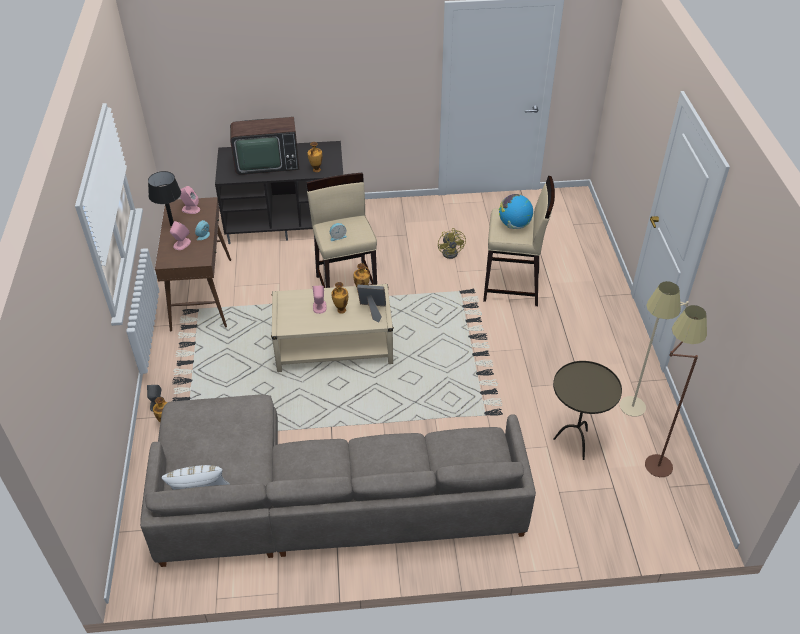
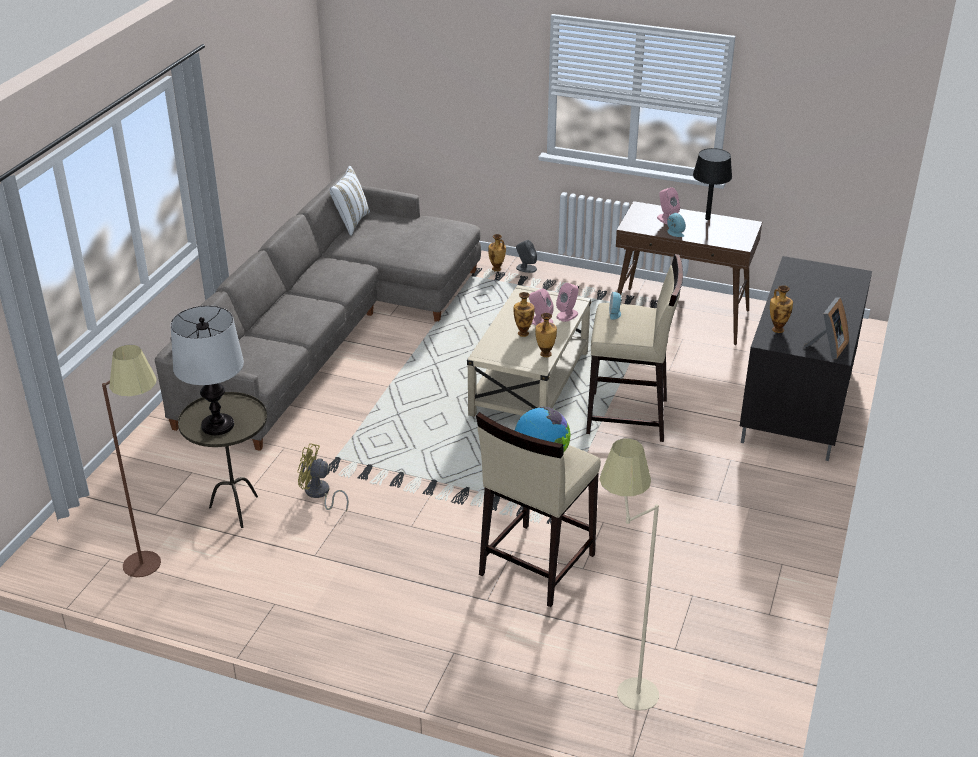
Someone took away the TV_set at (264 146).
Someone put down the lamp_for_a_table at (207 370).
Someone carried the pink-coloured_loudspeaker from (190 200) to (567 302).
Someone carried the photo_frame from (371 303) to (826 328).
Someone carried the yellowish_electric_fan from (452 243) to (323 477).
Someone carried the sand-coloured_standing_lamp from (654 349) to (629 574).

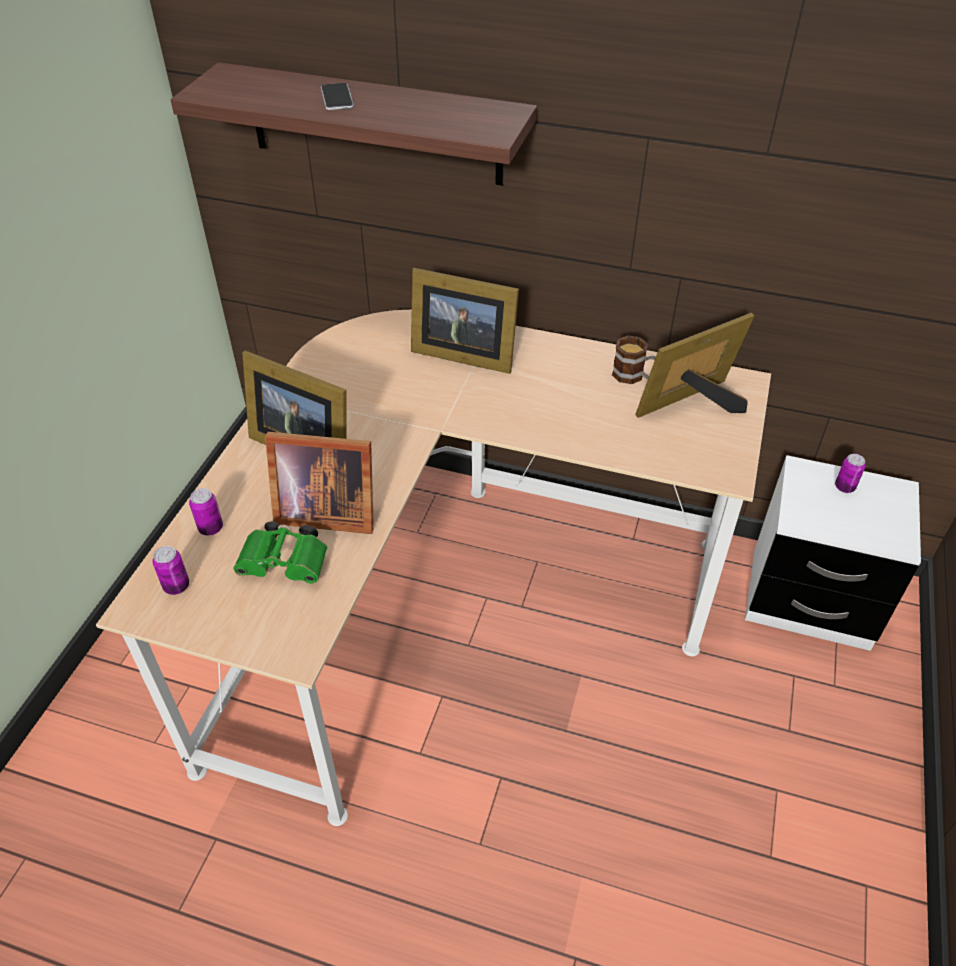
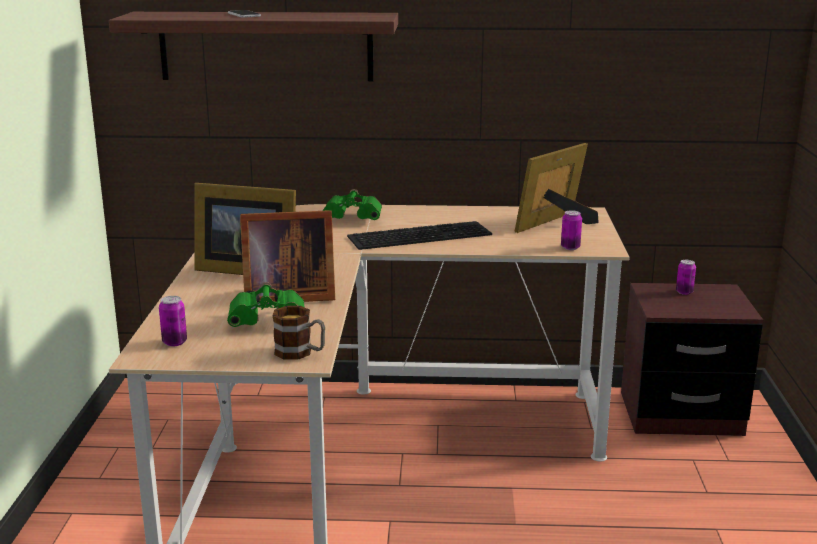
Someone put down the computer_keyboard at (419 235).
Someone carried the metal_can from (206 512) to (571 230).
Someone carried the tea_mug from (634 359) to (298 333).
Someone swapped the photo_frame at (465 321) for the green_pair_of_binoculars at (352 204).
Someone repainted the whitish_nightstand at (833 553), which became the brownish_nightstand at (692 359).

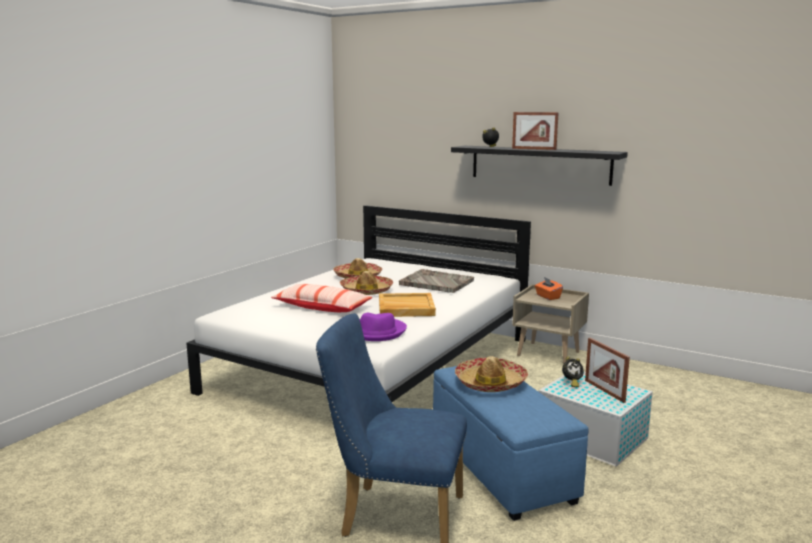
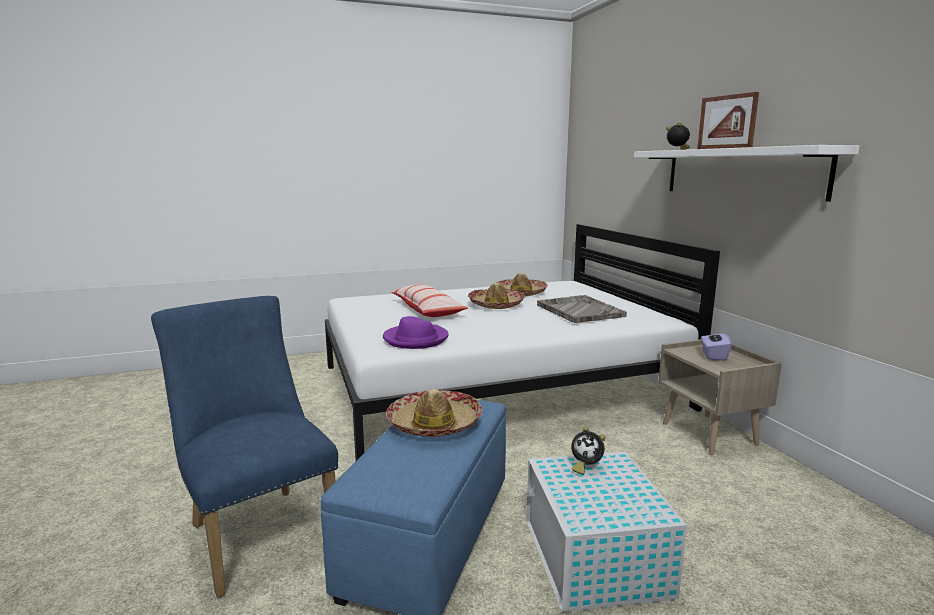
Someone took away the sand-coloured_tray at (407 305).
Someone took away the photo_frame at (607 370).
Someone repainted the blackish_wall_shelf at (539 166), which became the whitish_wall_shelf at (746 173).
Someone repainted the orange_box_of_tissues at (549 288), which became the purple_box_of_tissues at (716 344).

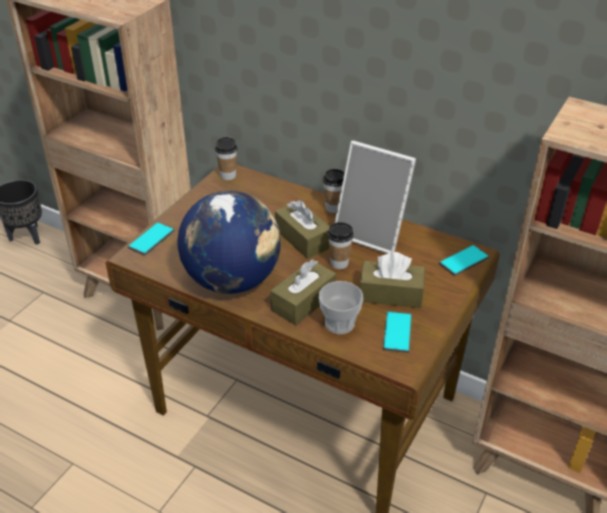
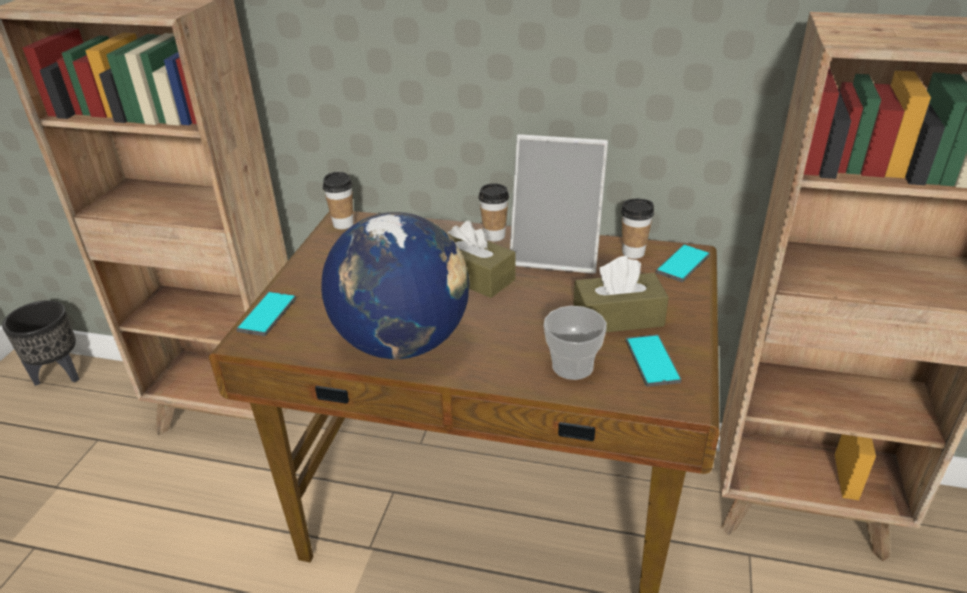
Someone took away the brownish_box_of_tissues at (303 292).
Someone carried the cup from (341 245) to (637 229).

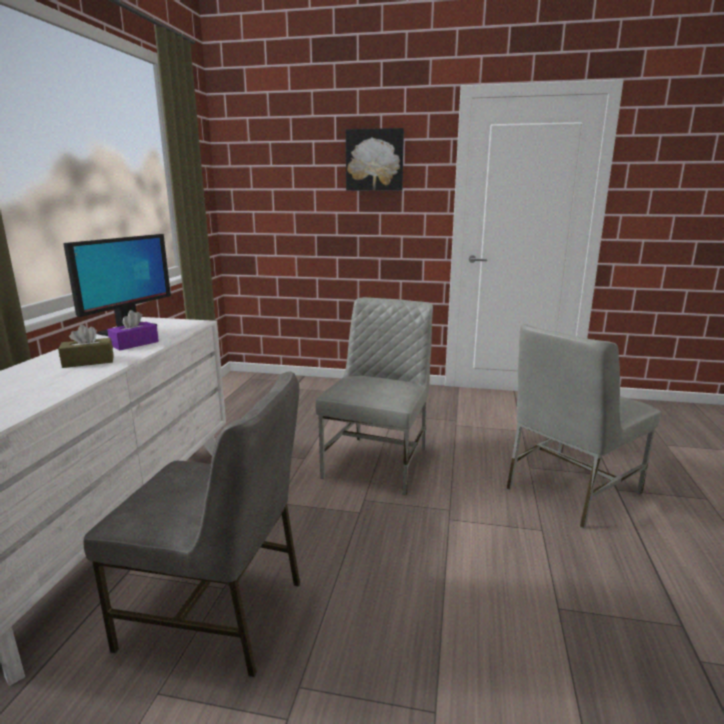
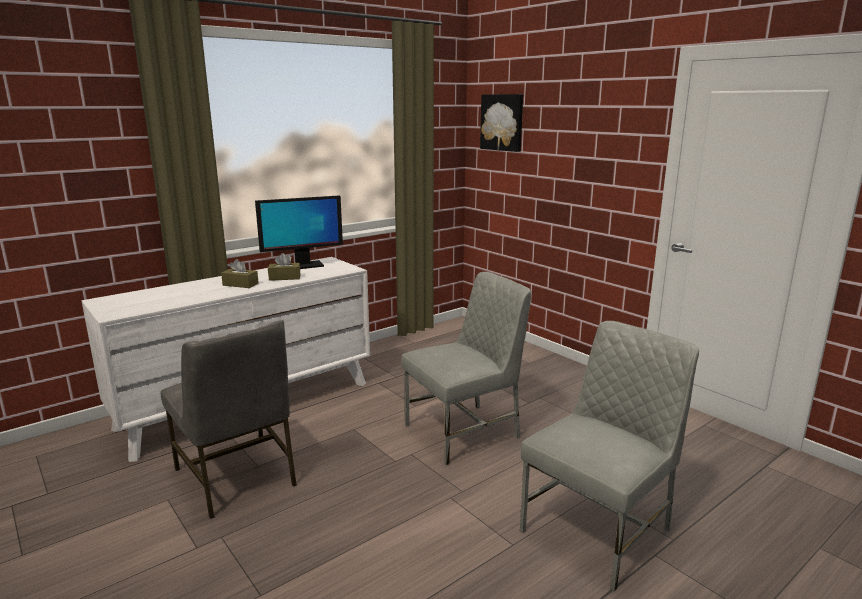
Someone carried the picture from (375 159) to (501 123).
Someone repainted the purple_box_of_tissues at (133 330), which became the brownish_box_of_tissues at (284 267).
Someone rotated the gray_upright_chair at (583 426) by 135 degrees clockwise.

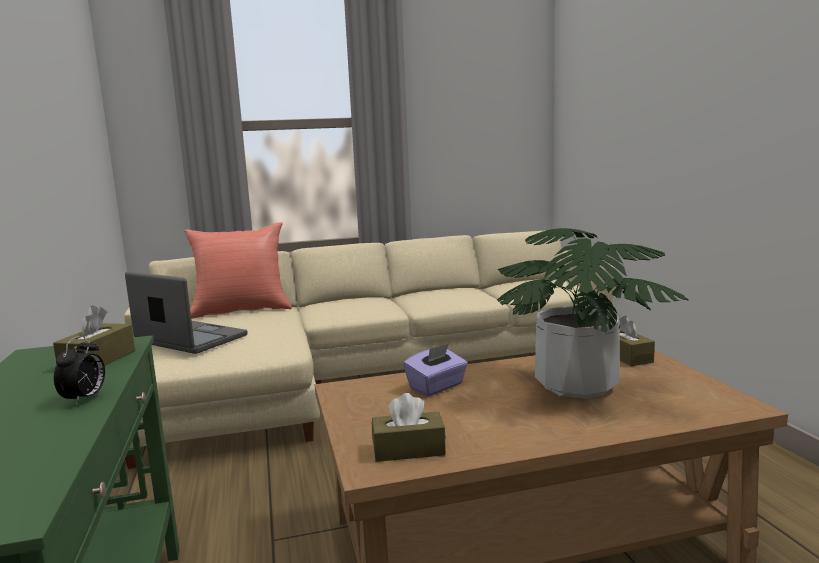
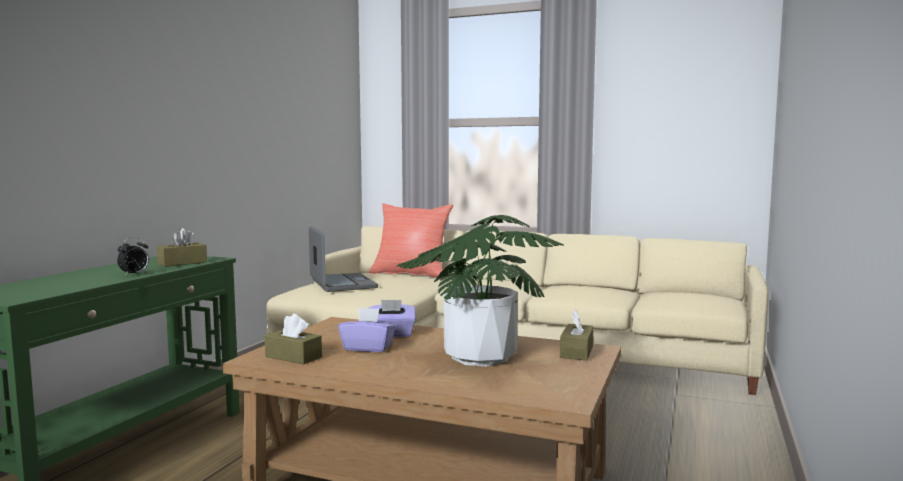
Someone put down the purple_box_of_tissues at (367 330).

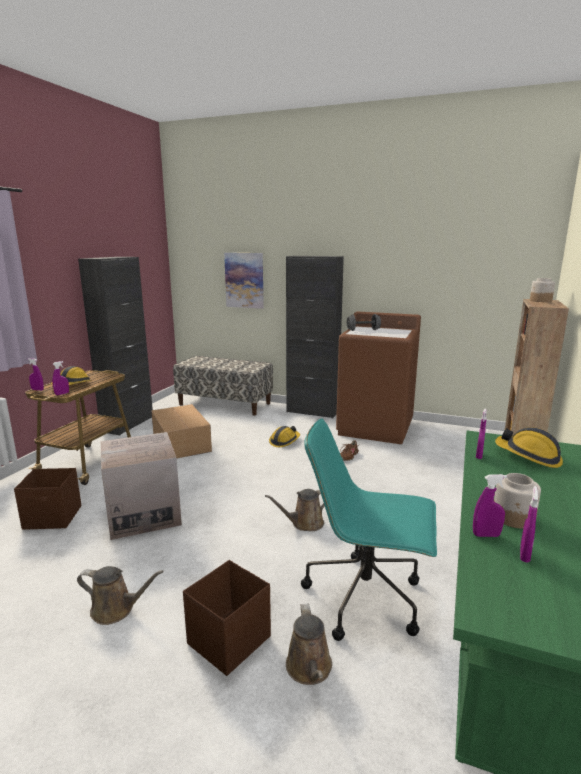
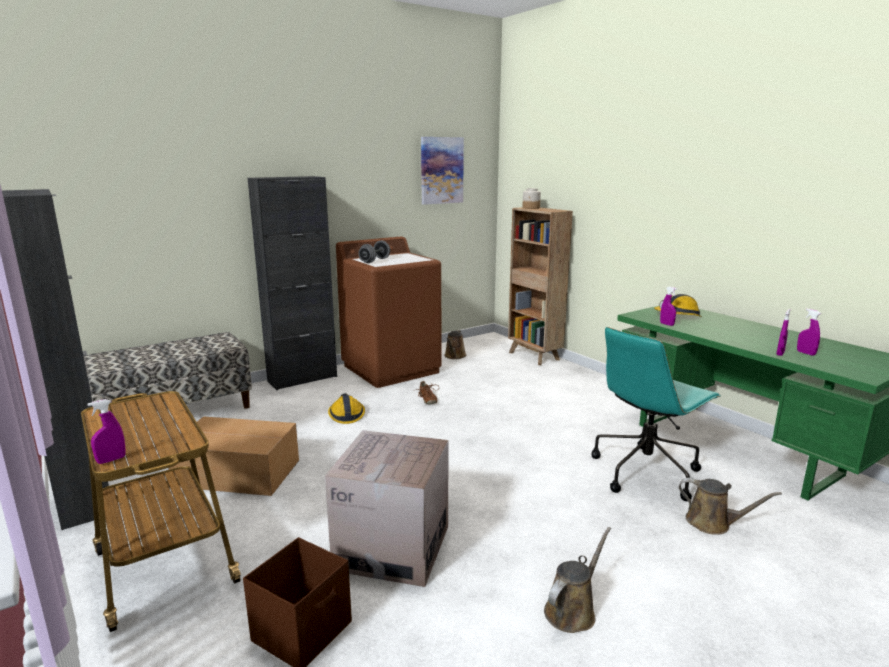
Someone took away the hard_hat at (71 375).
Someone took away the purple_spray_bottle at (60 378).
Someone took away the brownish_storage_container at (227 618).
Someone took away the jar at (517 501).
Someone carried the picture from (244 281) to (442 171).
Someone carried the brownish_watering_can from (295 510) to (455 344).

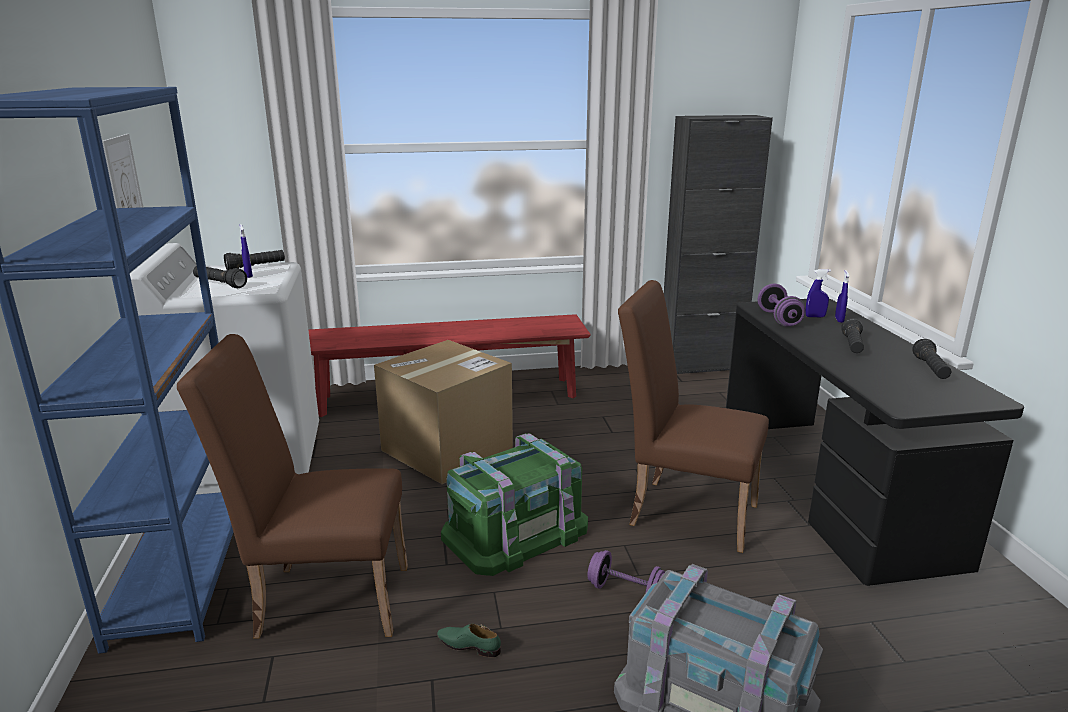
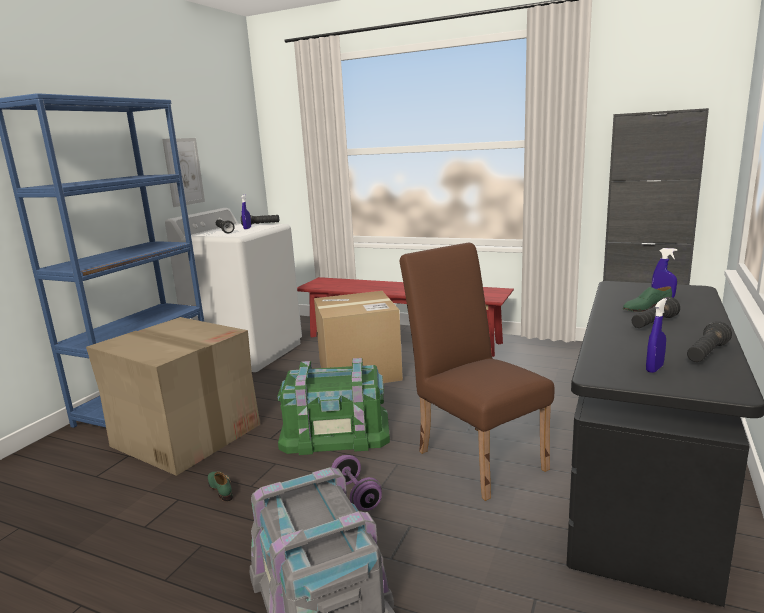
Someone took away the purple_dumbbell at (781 305).
Someone put down the green_low_shoe at (647 299).
Someone carried the bluish_spray_bottle from (842 296) to (656 335).
Someone swapped the brownish_upright_chair at (292 486) for the carton at (173 396).

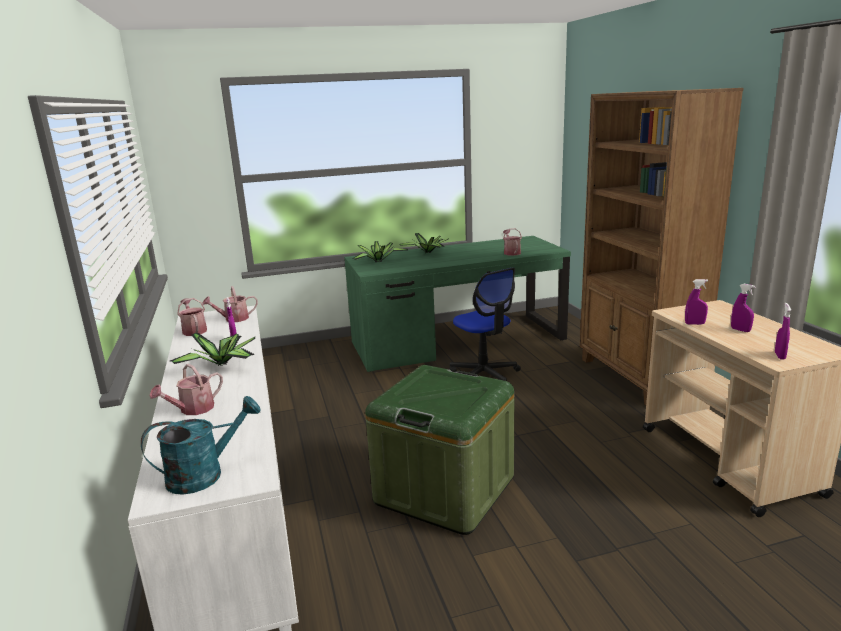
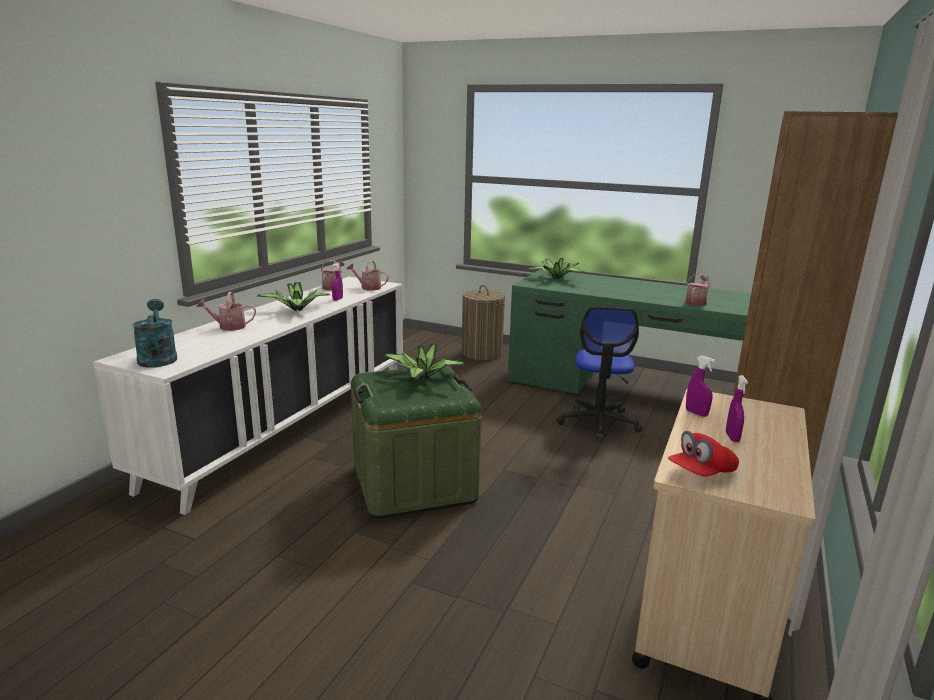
Someone put down the hamper at (483 322).
Someone carried the houseplant from (424 243) to (424 362).
Someone swapped the purple_spray_bottle at (783 331) for the red_cap at (703 453).
Someone rotated the turquoise_watering_can at (201 445) by 120 degrees counterclockwise.

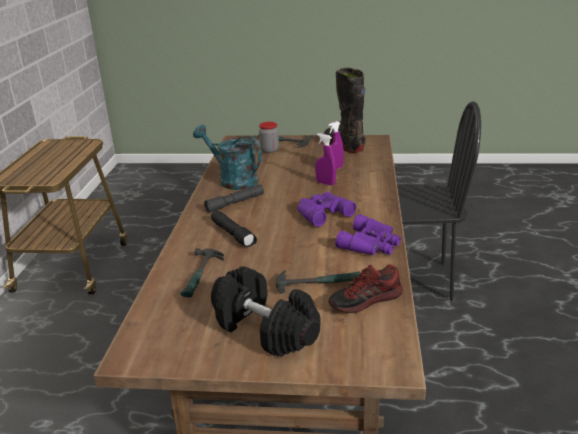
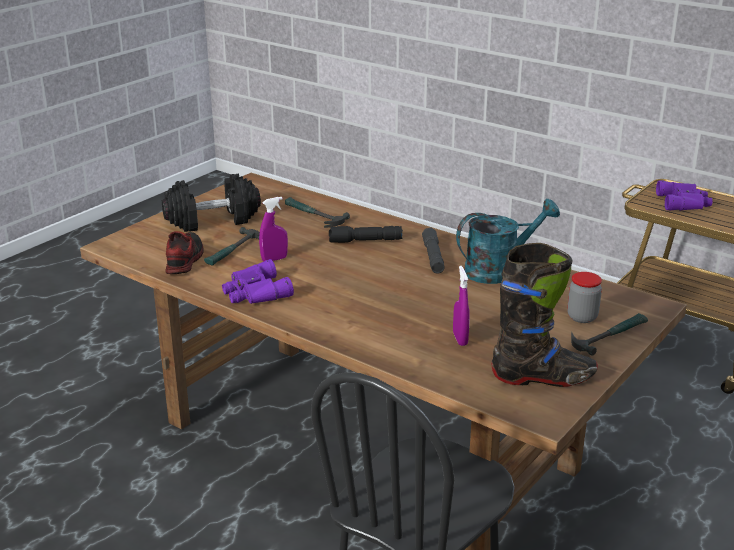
Someone carried the purple_pair_of_binoculars from (326 209) to (684 195).
Someone carried the purple_spray_bottle from (325 159) to (273 229).

